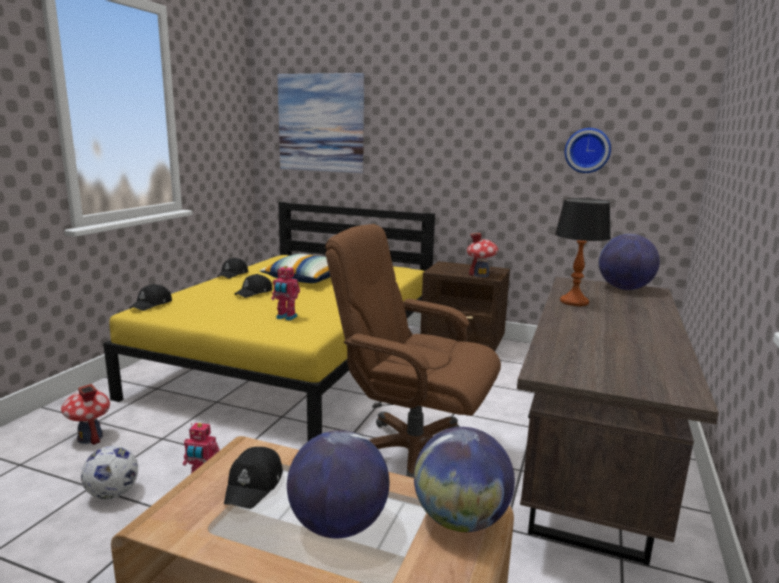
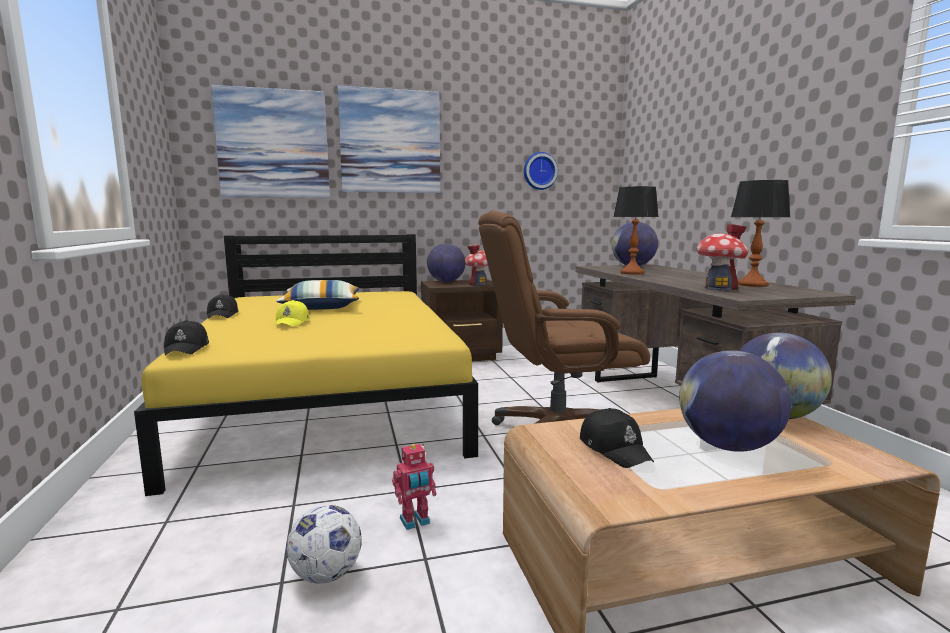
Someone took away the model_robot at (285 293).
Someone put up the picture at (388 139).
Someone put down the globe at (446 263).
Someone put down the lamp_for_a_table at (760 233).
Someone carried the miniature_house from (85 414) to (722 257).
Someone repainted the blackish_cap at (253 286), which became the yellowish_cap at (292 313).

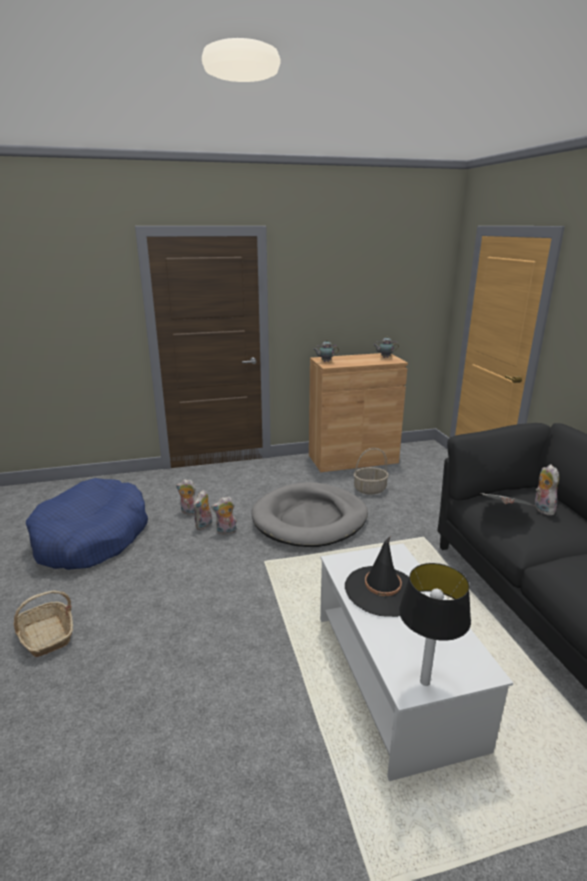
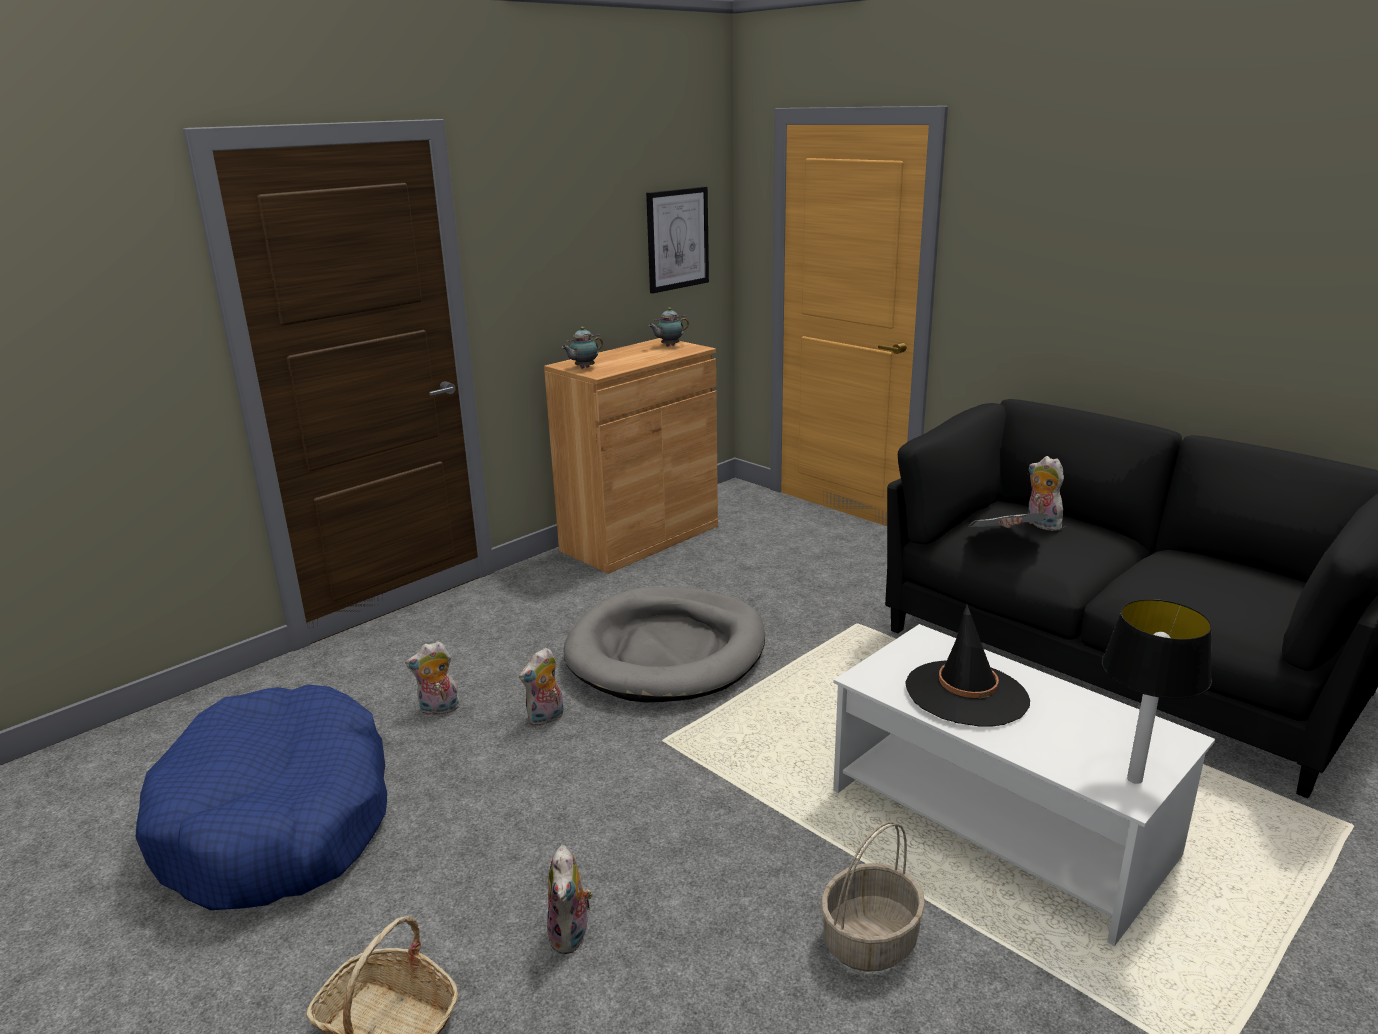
Someone put up the picture at (677 240).
Someone carried the plush_toy from (202 510) to (570 899).
Someone carried the basket from (371 471) to (873 896).

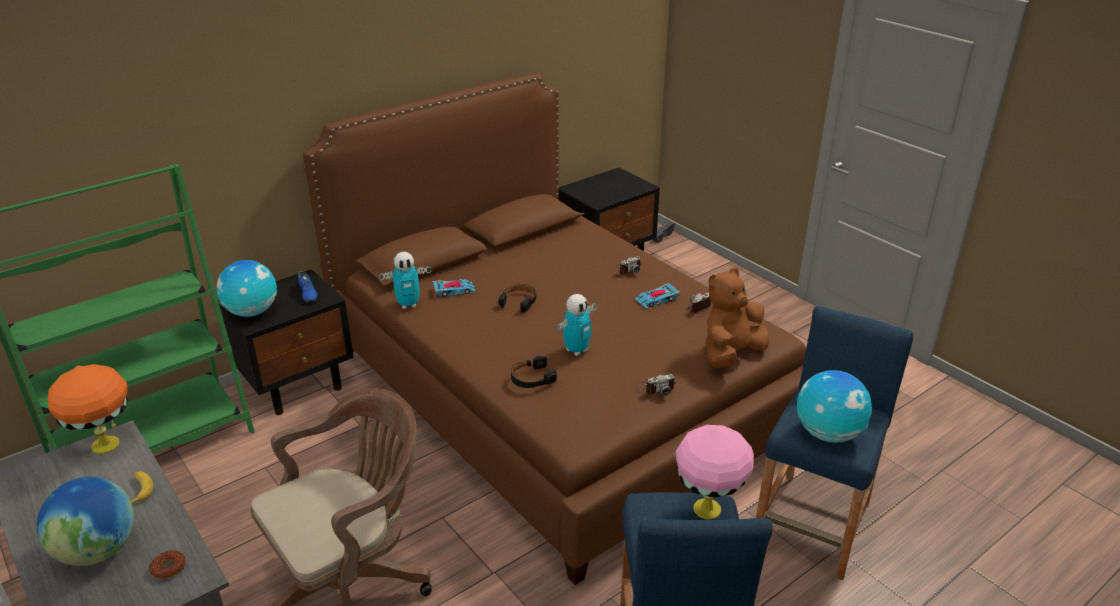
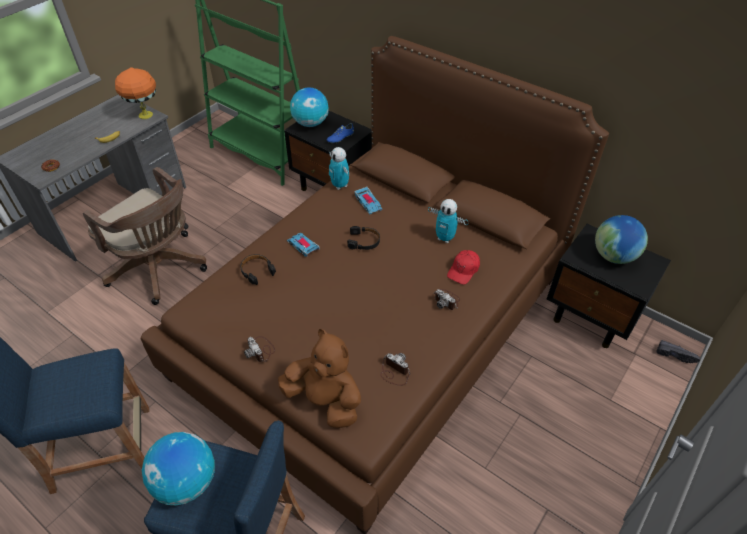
Someone took away the pink-coloured_lamp_for_a_table at (714 472).
Someone put down the red_cap at (463 267).
Someone carried the globe from (85 521) to (621 239).
Someone carried the model_robot from (576 325) to (448 221).
Someone carried the model_car from (657 296) to (303 245).

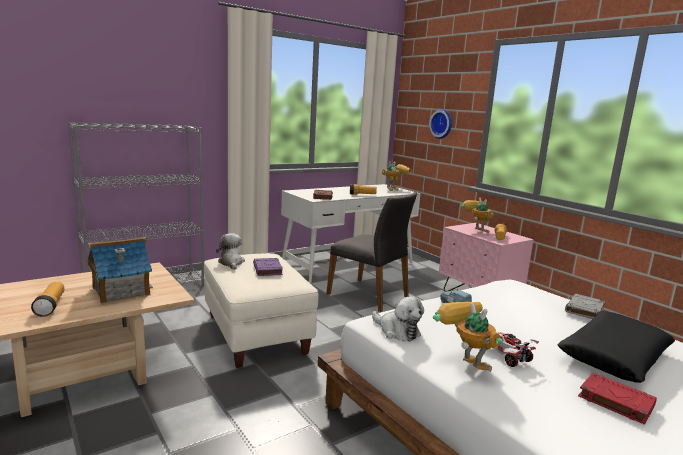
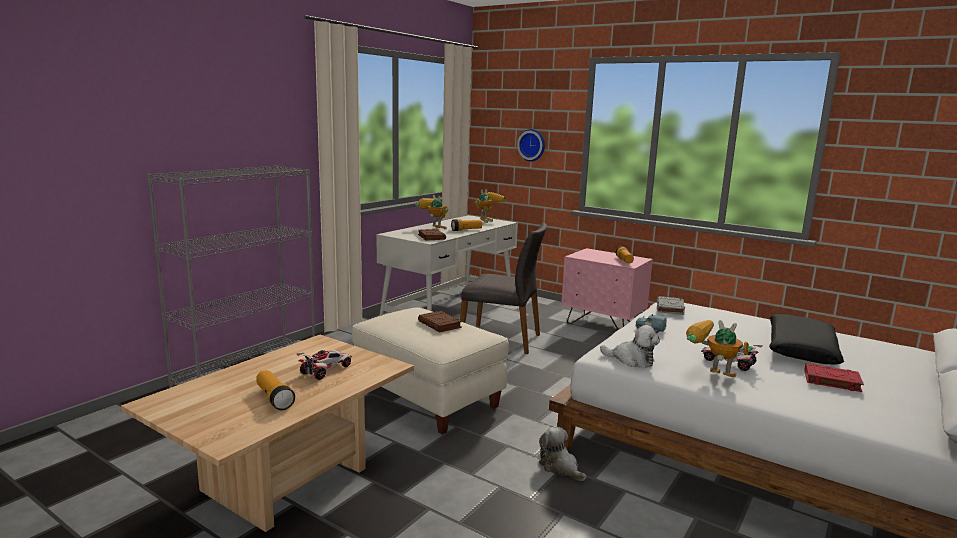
Someone carried the plush_toy from (230 251) to (562 454).
Someone carried the model_robot from (477 215) to (432 212).
Someone carried the gray_bound_book from (585 306) to (671 305).
Someone swapped the miniature_house at (120 270) for the model_car at (324 365).
Someone repainted the purple_bound_book at (268 267), which became the brownish_bound_book at (440 321).

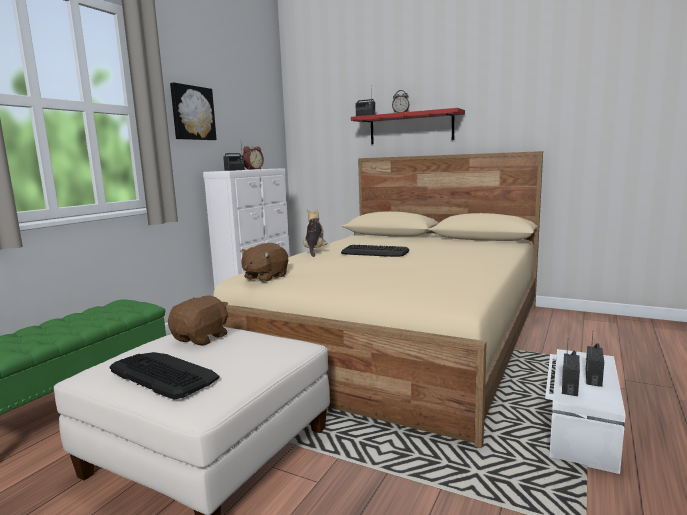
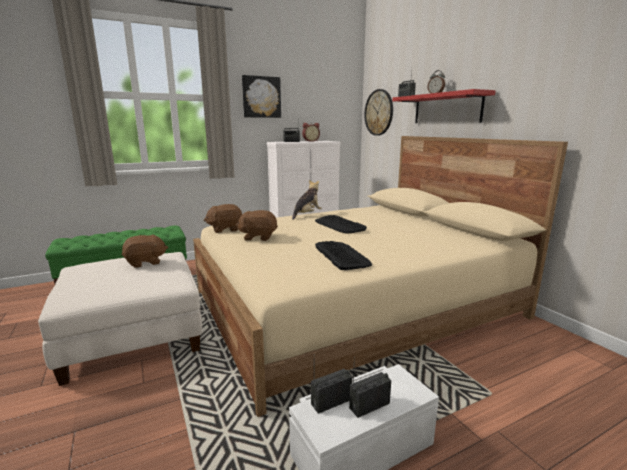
Someone put down the brownish_plush_toy at (257 225).
Someone put up the clock_on_the_wall at (378 112).
Someone carried the computer_keyboard from (164 376) to (343 255).

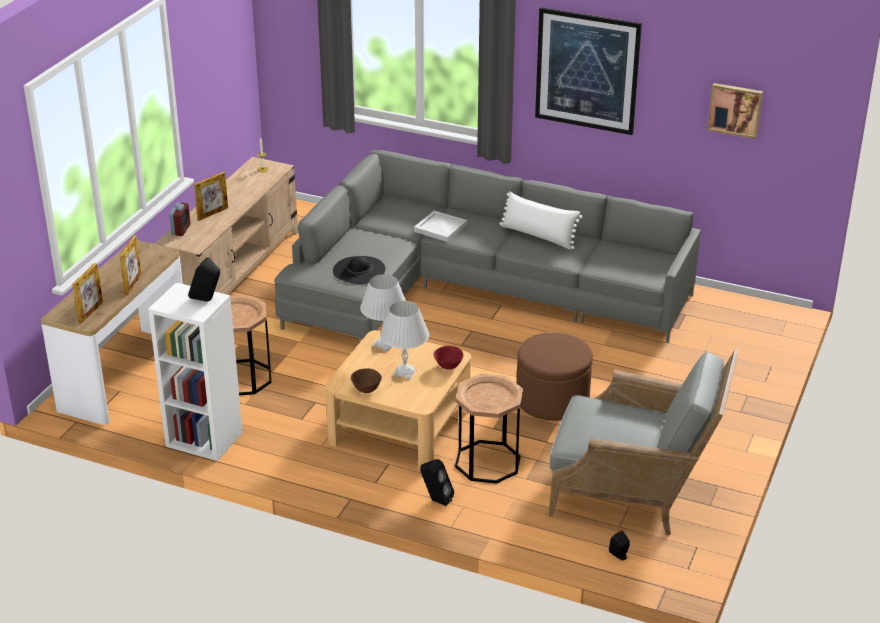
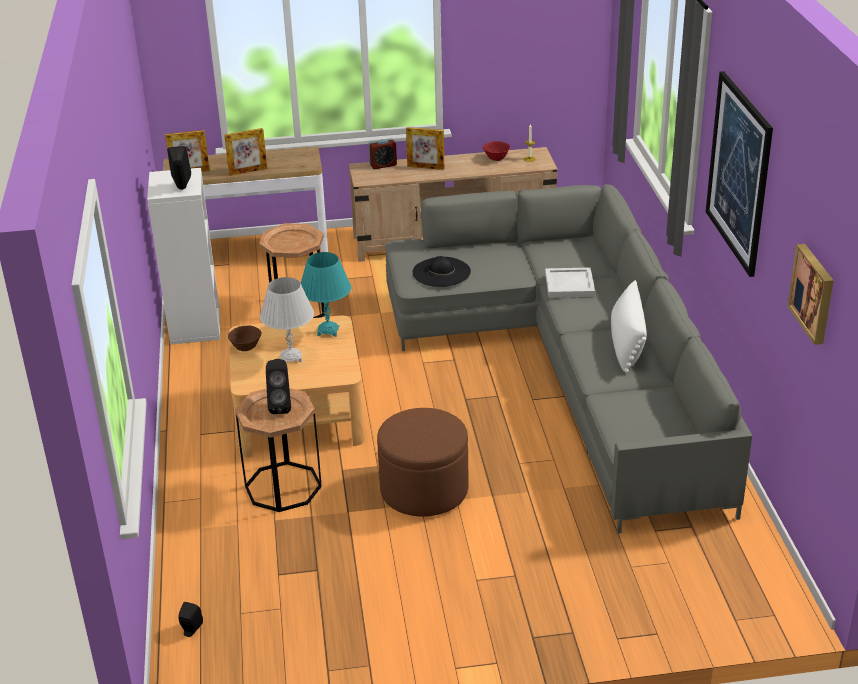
Someone took away the gray_easy_chair at (644 442).
Someone carried the blackish_loudspeaker from (437 482) to (278 386).
Someone carried the red_deep_dish from (448 358) to (496 151).
Someone repainted the whitish_lamp_for_a_table at (383 313), which became the turquoise_lamp_for_a_table at (326 294).

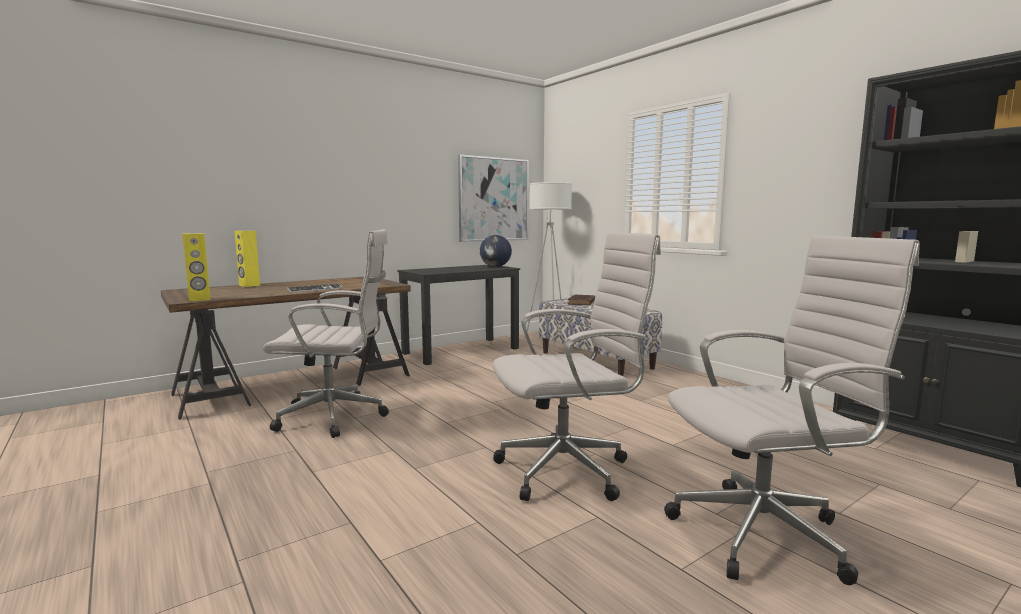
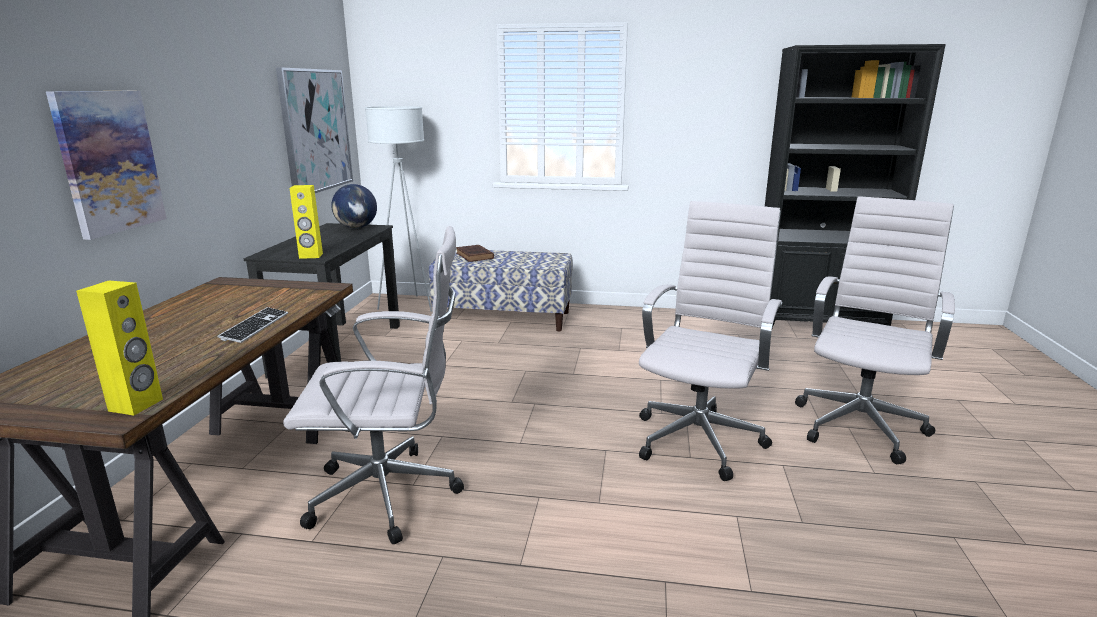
Someone put up the picture at (106 165).
Someone carried the yellowish_loudspeaker from (247 259) to (306 222).
Someone rotated the whitish_computer_chair at (326 333) by 45 degrees clockwise.

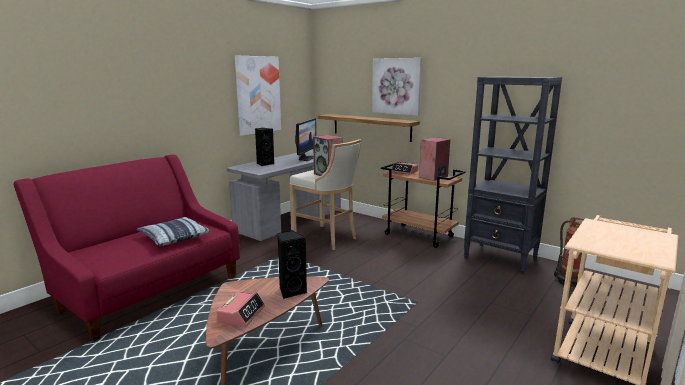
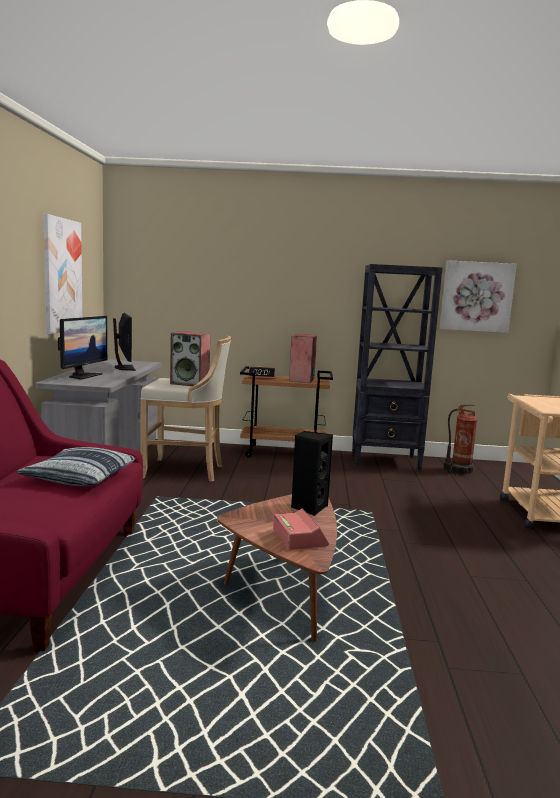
Someone took away the wall_shelf at (369 128).
Someone carried the picture from (397 87) to (478 296).
Someone swapped the blackish_loudspeaker at (264 147) for the monitor at (82 348).

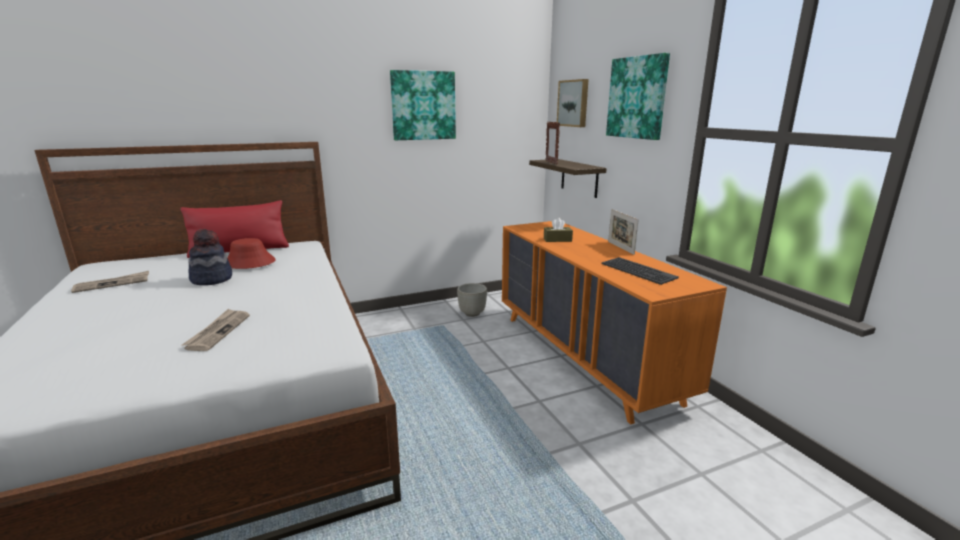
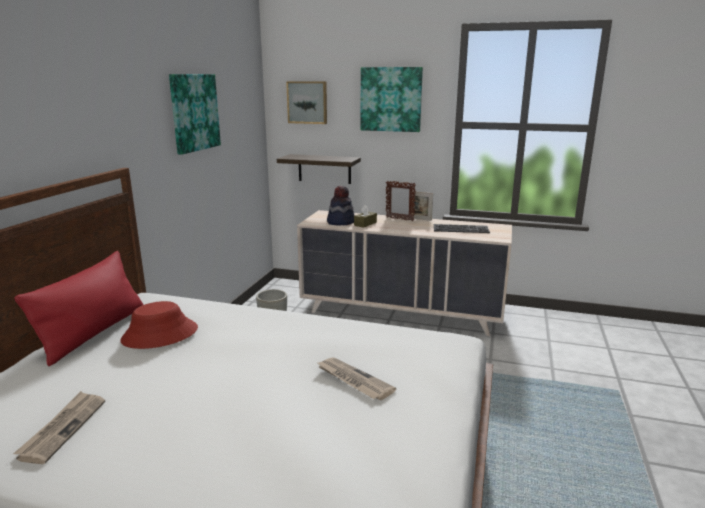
Someone carried the clothing_hat from (210 257) to (340 205).
Someone carried the photo_frame from (553 143) to (401 201).
Someone repainted the orange_drawer_chest at (614 323), which became the sand-coloured_drawer_chest at (404 273).

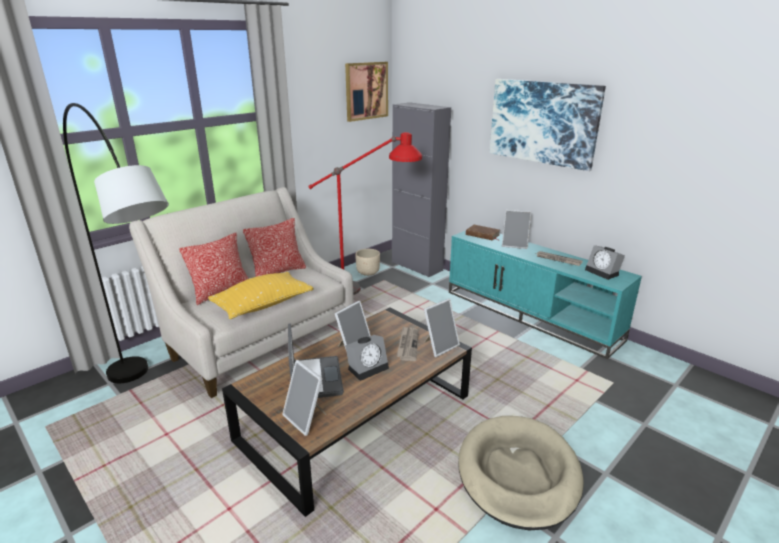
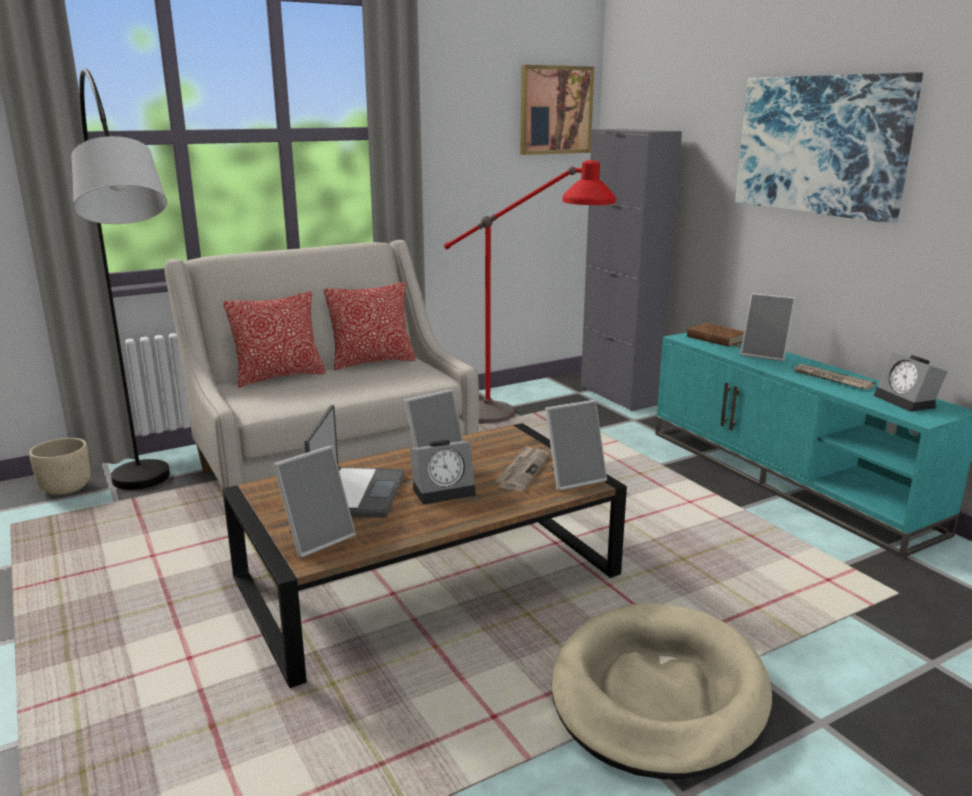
Someone took away the yellowish_pillow at (261 295).
Someone carried the sand-coloured_planter from (367 262) to (60 466).
Someone rotated the photo_frame at (304 398) by 105 degrees counterclockwise.

